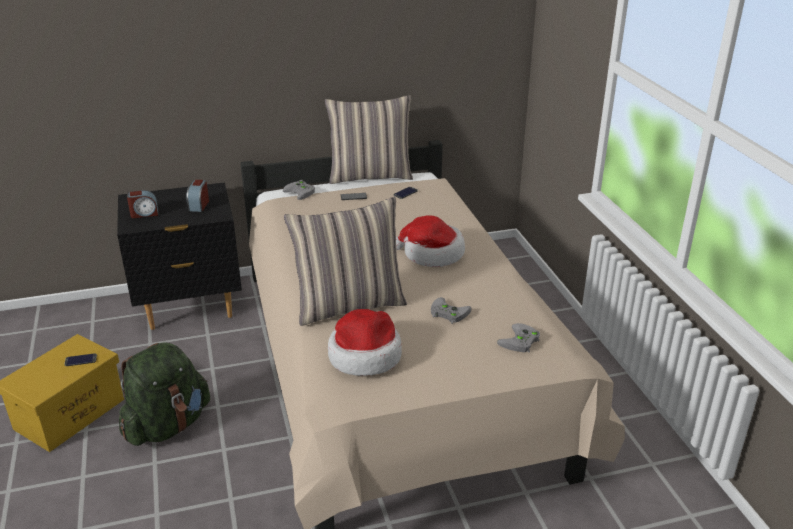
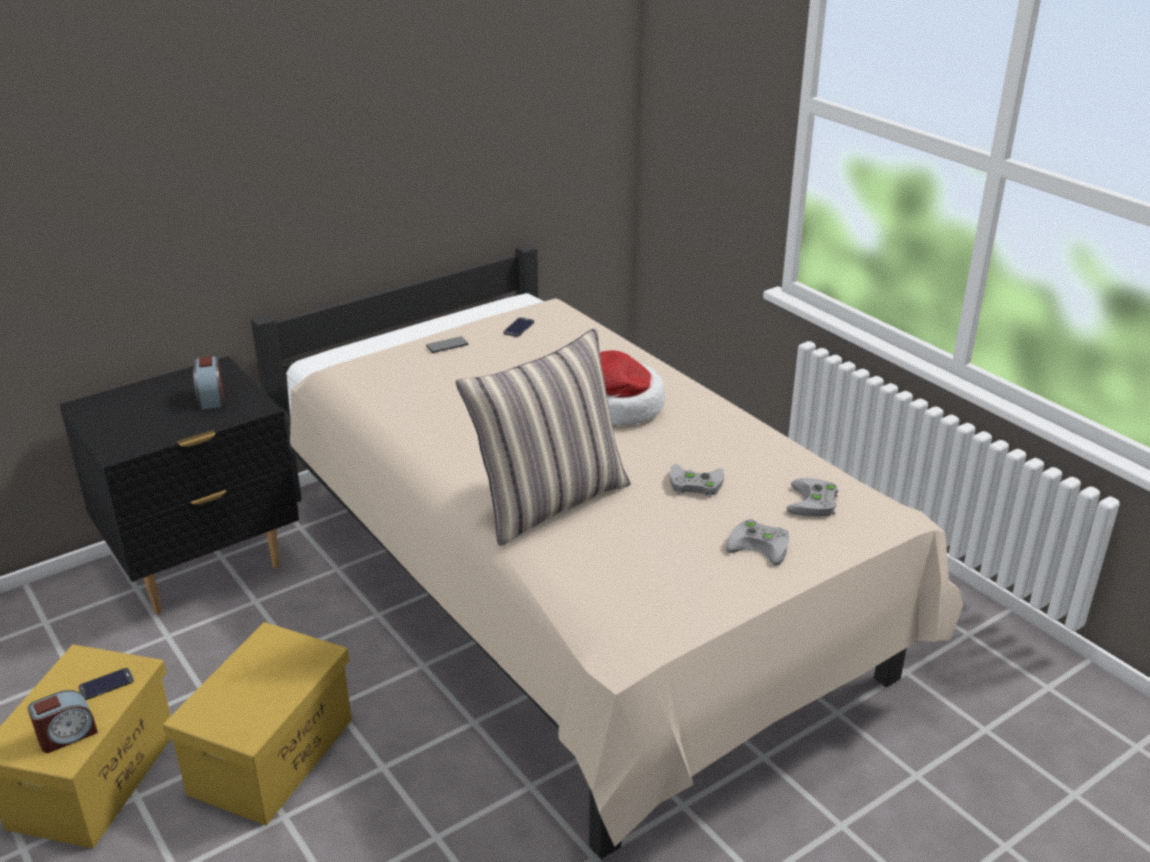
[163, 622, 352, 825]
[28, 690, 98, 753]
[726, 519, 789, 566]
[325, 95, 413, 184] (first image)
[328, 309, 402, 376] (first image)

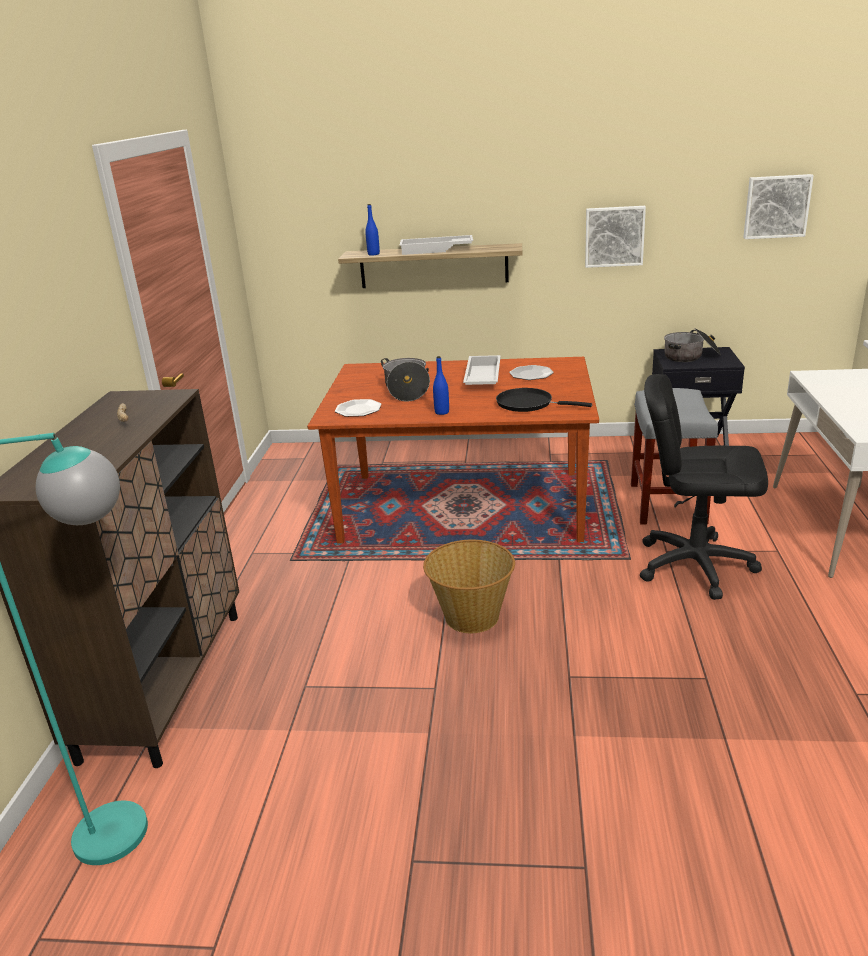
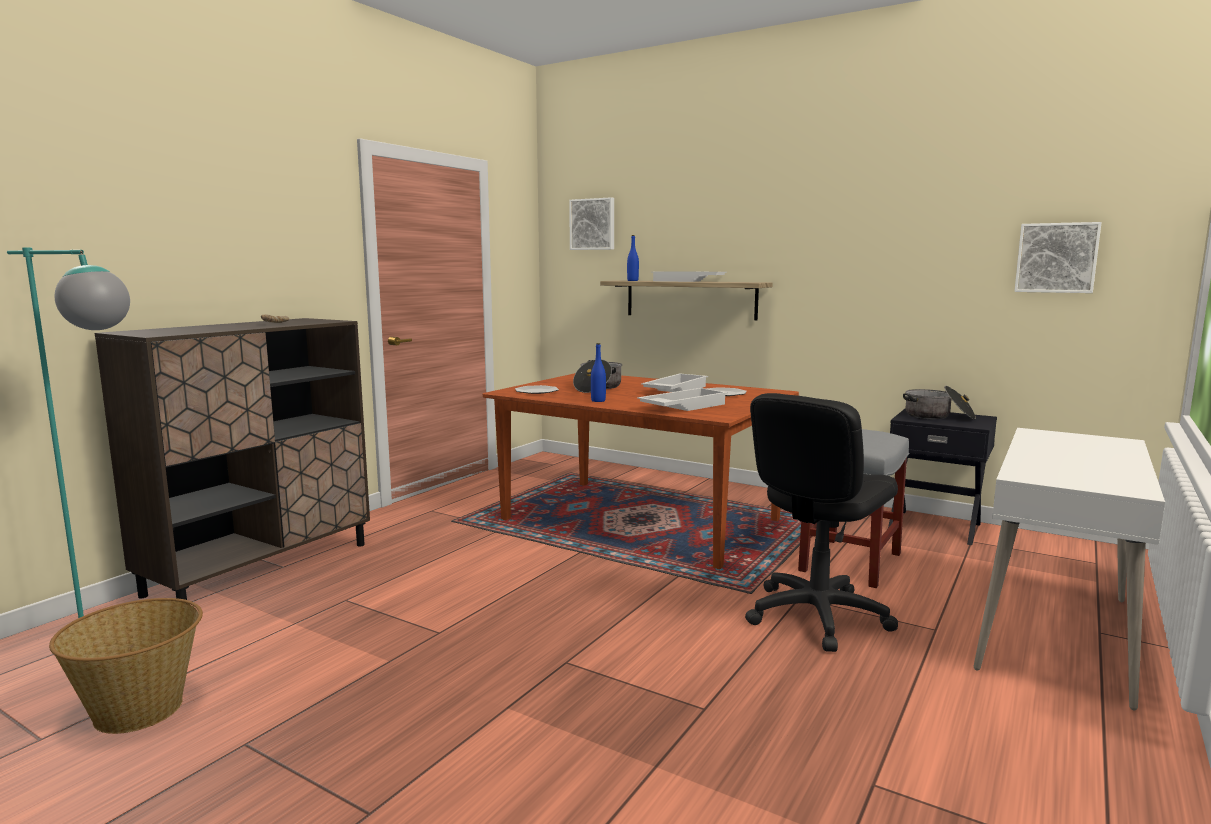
[49, 598, 203, 734]
[637, 388, 728, 411]
[569, 197, 614, 250]
[745, 393, 898, 652]

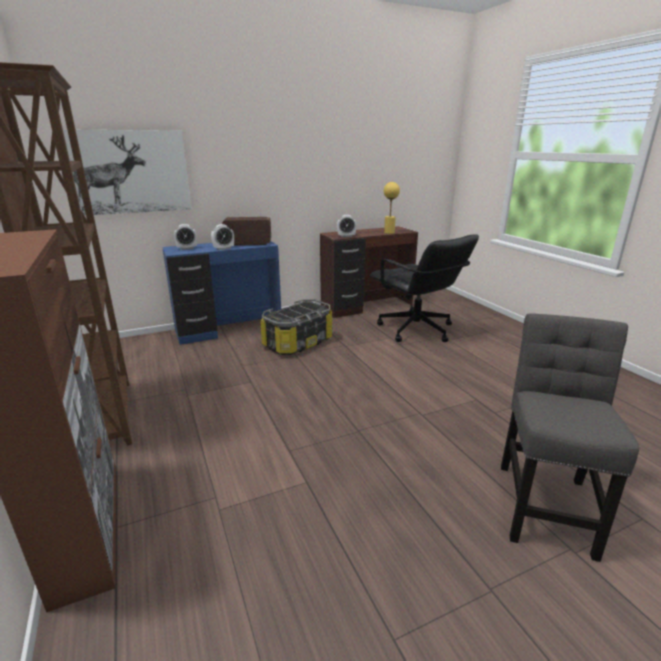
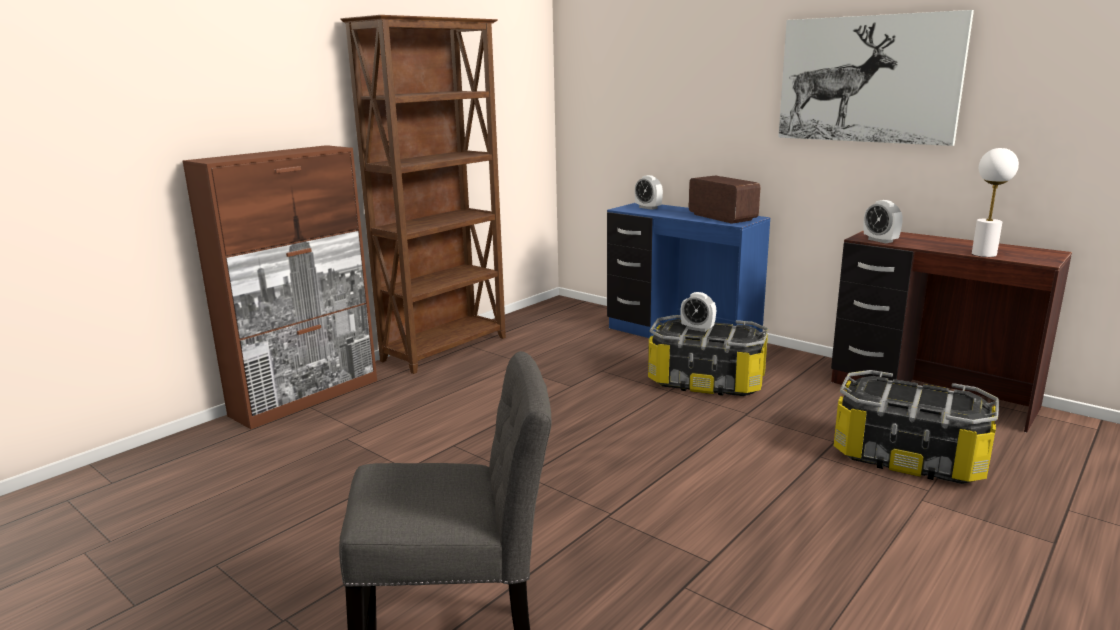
[778, 10, 974, 146]
[680, 292, 716, 332]
[833, 370, 999, 484]
[972, 148, 1019, 257]

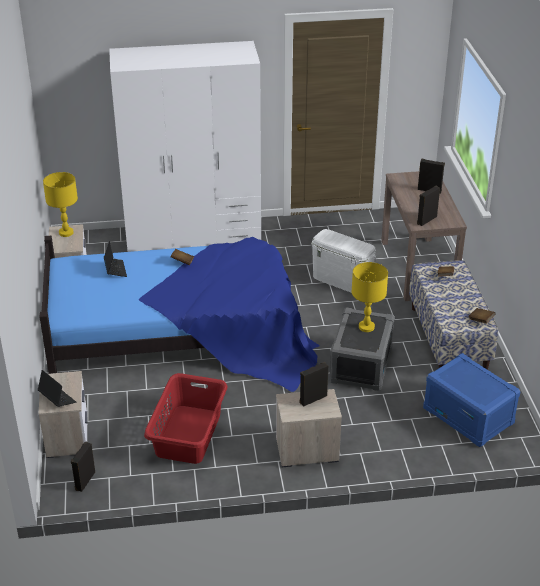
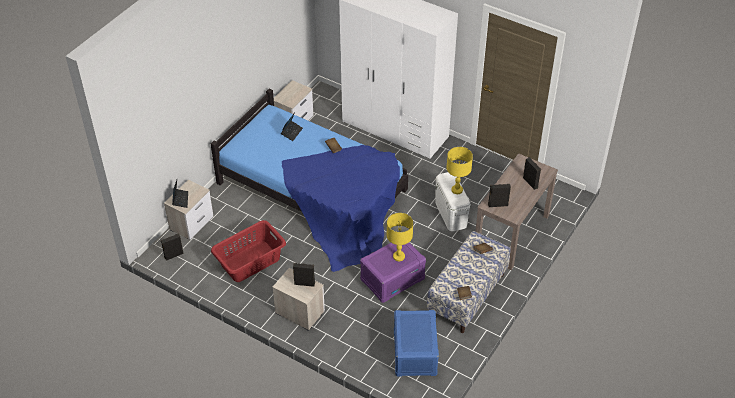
[446, 147, 473, 194]
[360, 242, 426, 303]

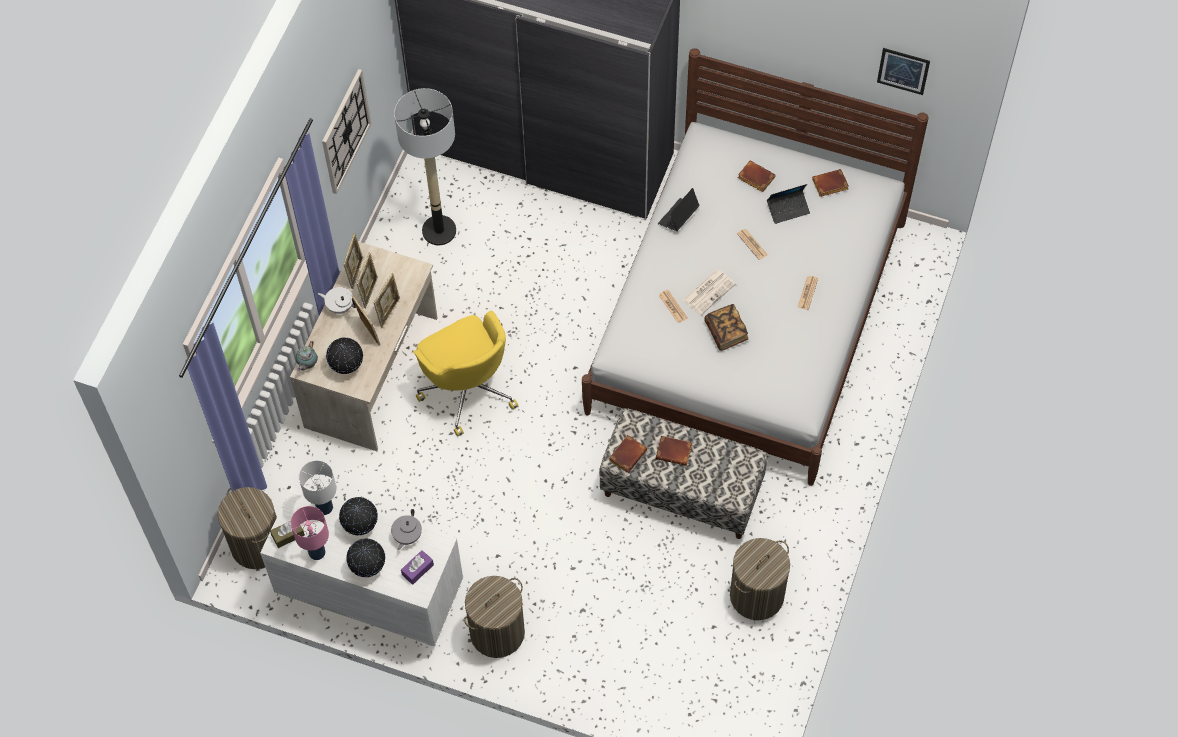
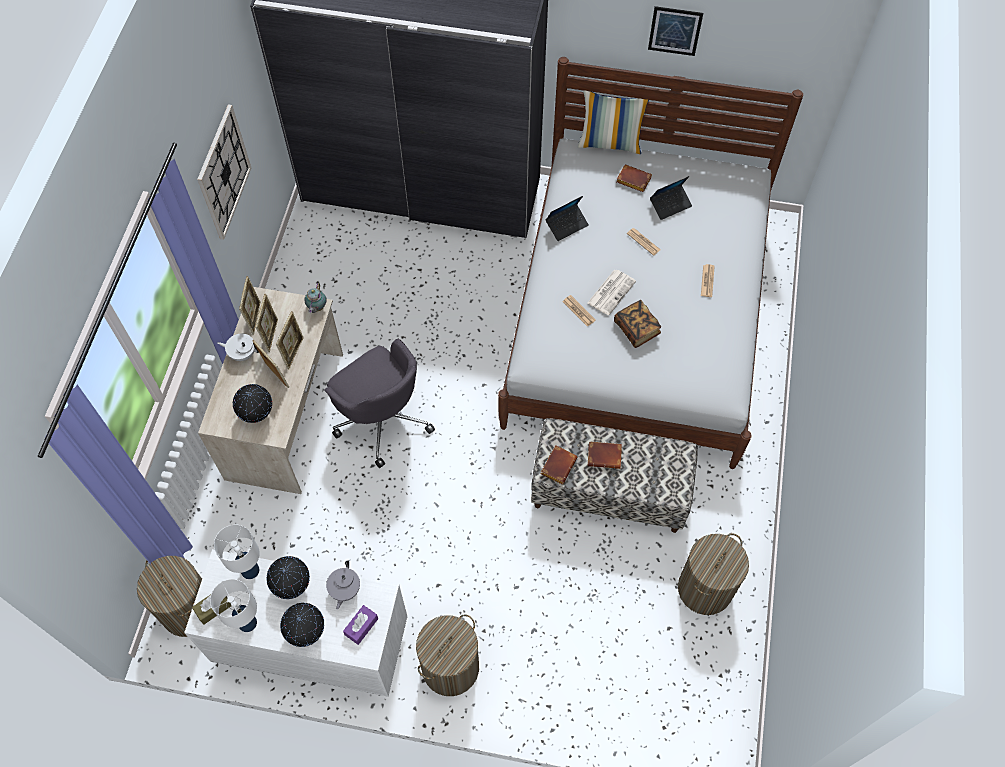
[210, 579, 257, 632]
[305, 283, 327, 313]
[394, 88, 456, 245] (first image)
[324, 339, 435, 468]
[545, 196, 589, 241]
[812, 169, 849, 197] (first image)
[648, 6, 703, 56]
[578, 90, 649, 154]

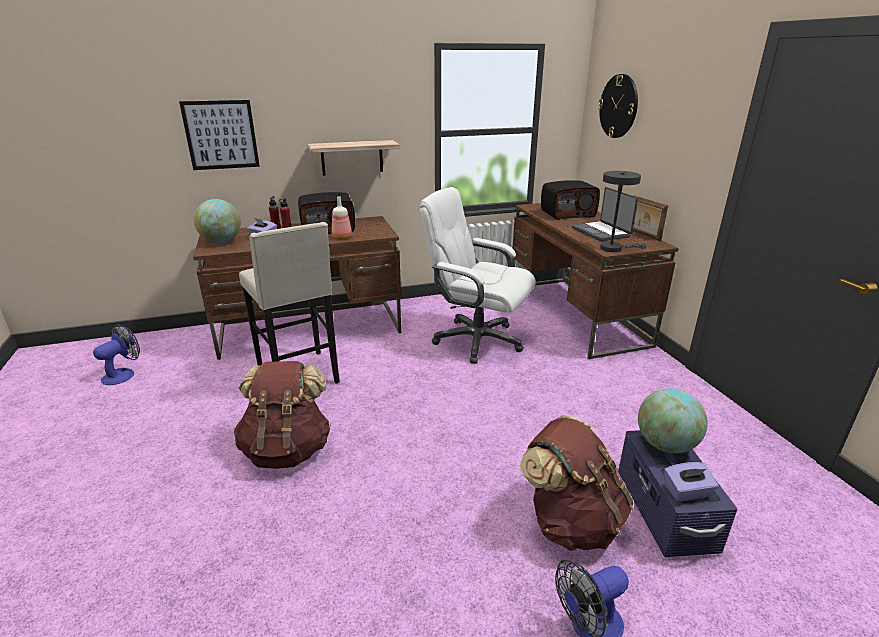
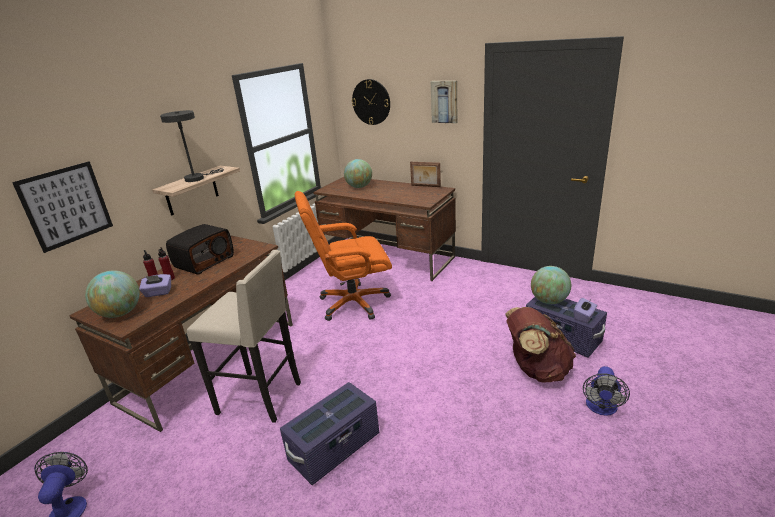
[280, 382, 379, 485]
[331, 196, 352, 240] (first image)
[295, 191, 392, 321]
[344, 159, 372, 188]
[572, 187, 638, 241] (first image)
[160, 110, 224, 182]
[431, 81, 457, 124]

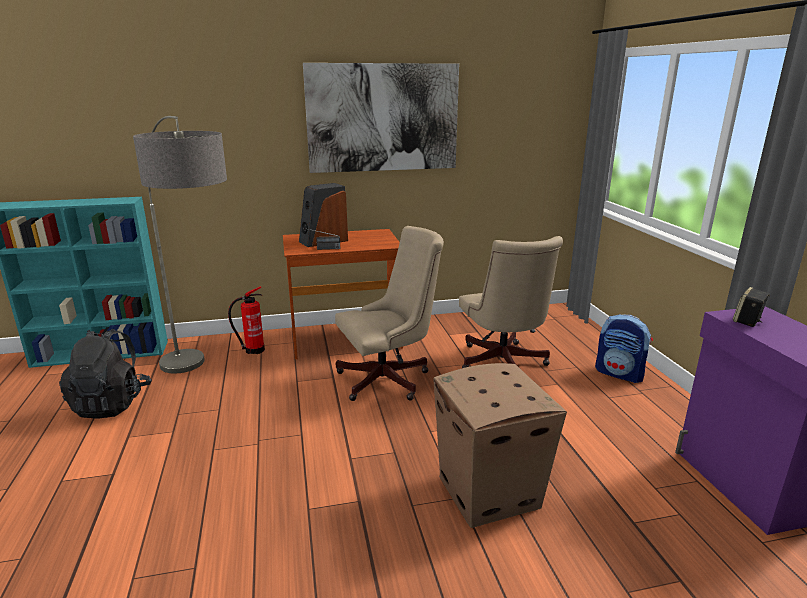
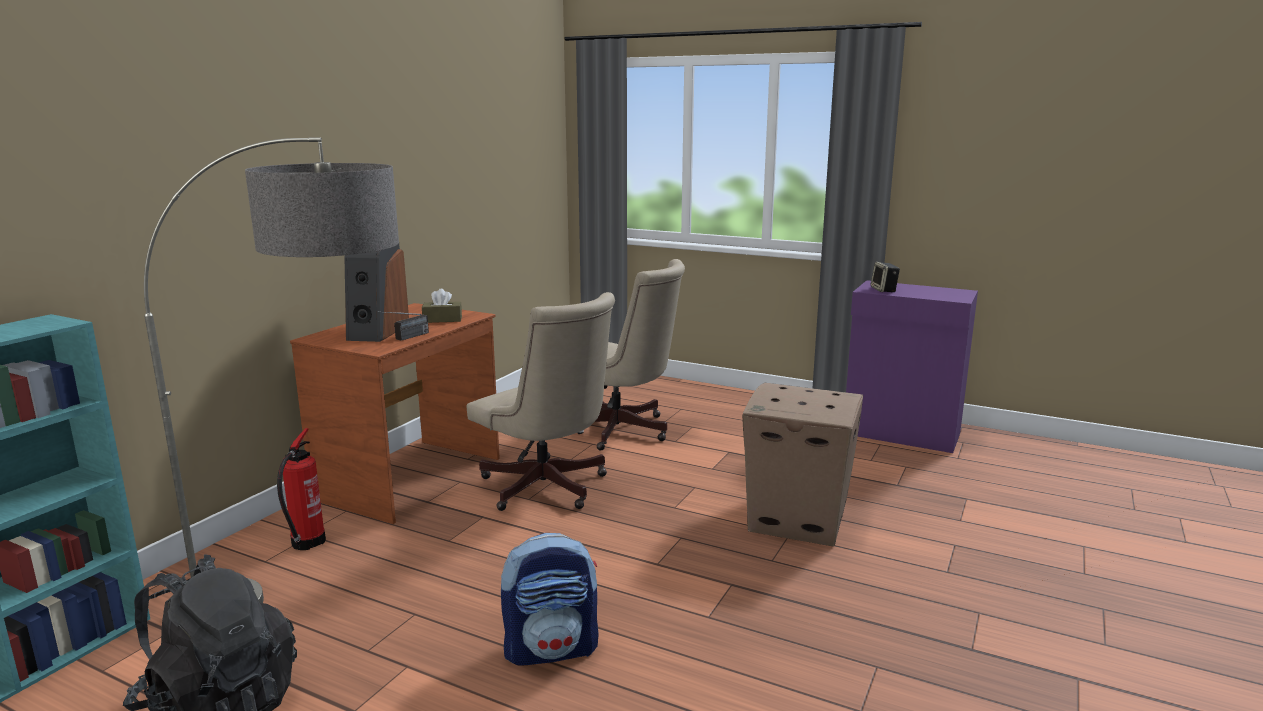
[303, 63, 459, 173] (first image)
[467, 292, 615, 511]
[501, 533, 599, 666]
[422, 289, 462, 323]

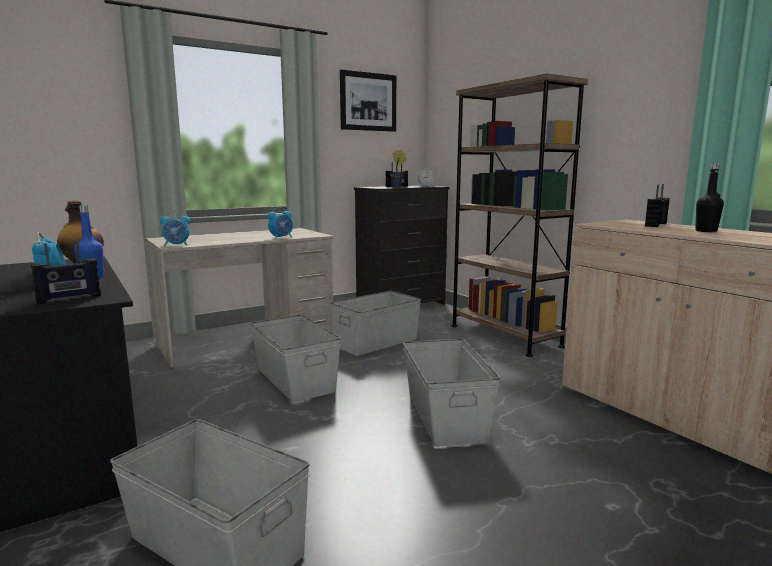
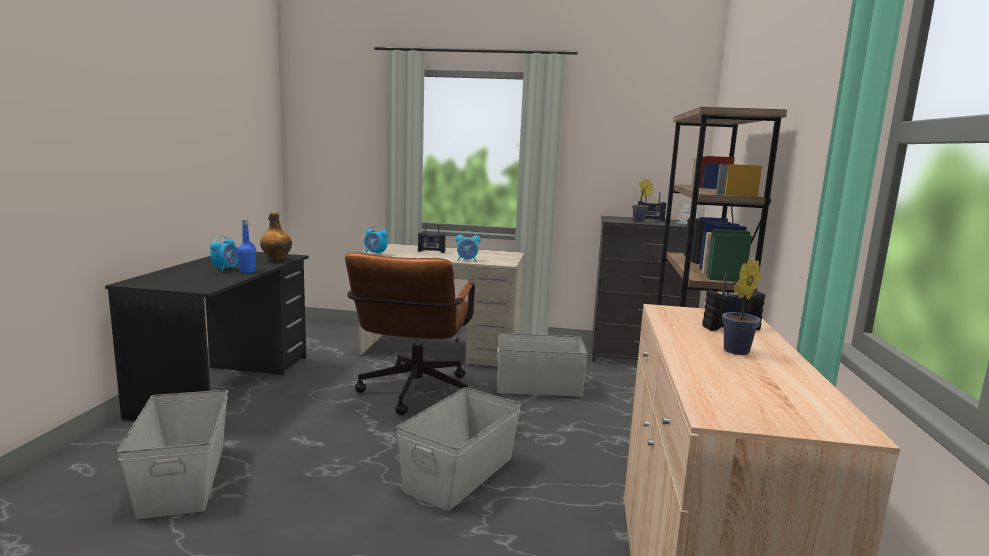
[418, 224, 446, 253]
[345, 253, 475, 415]
[340, 69, 396, 132] (first image)
[722, 259, 762, 355]

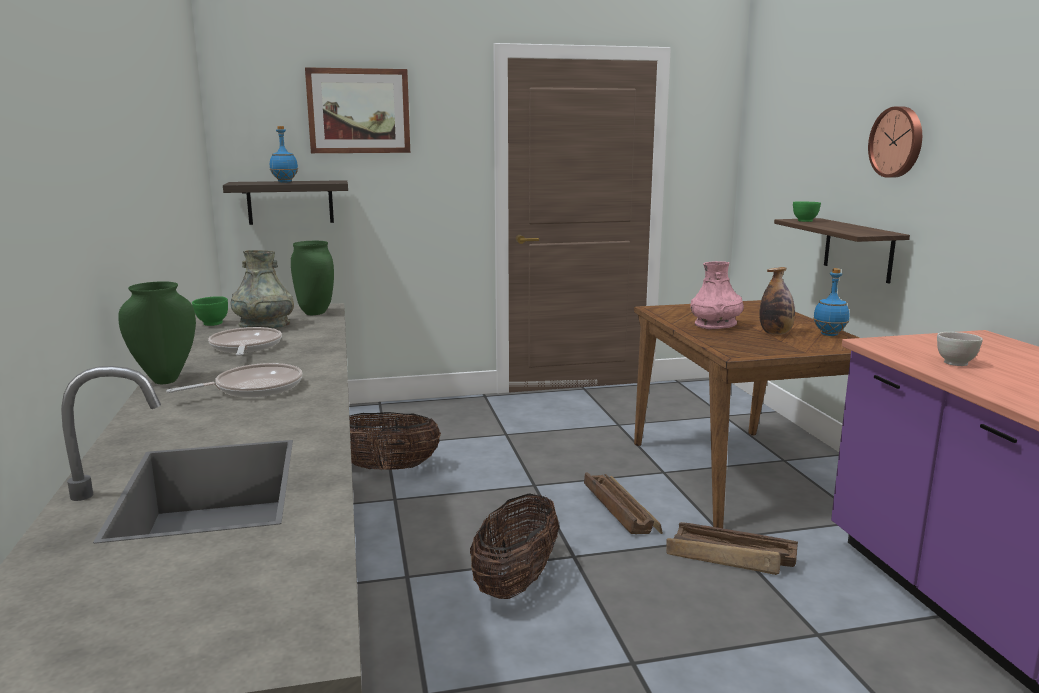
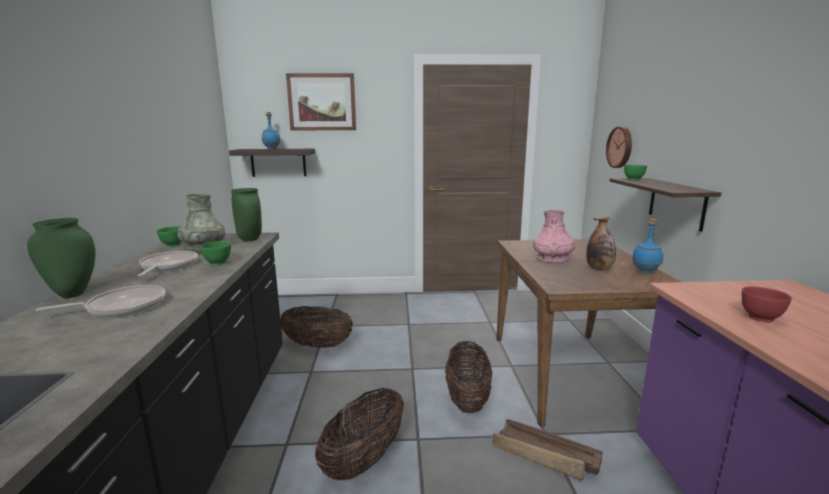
[445, 341, 492, 413]
[606, 127, 632, 168]
[742, 286, 792, 322]
[201, 241, 231, 265]

